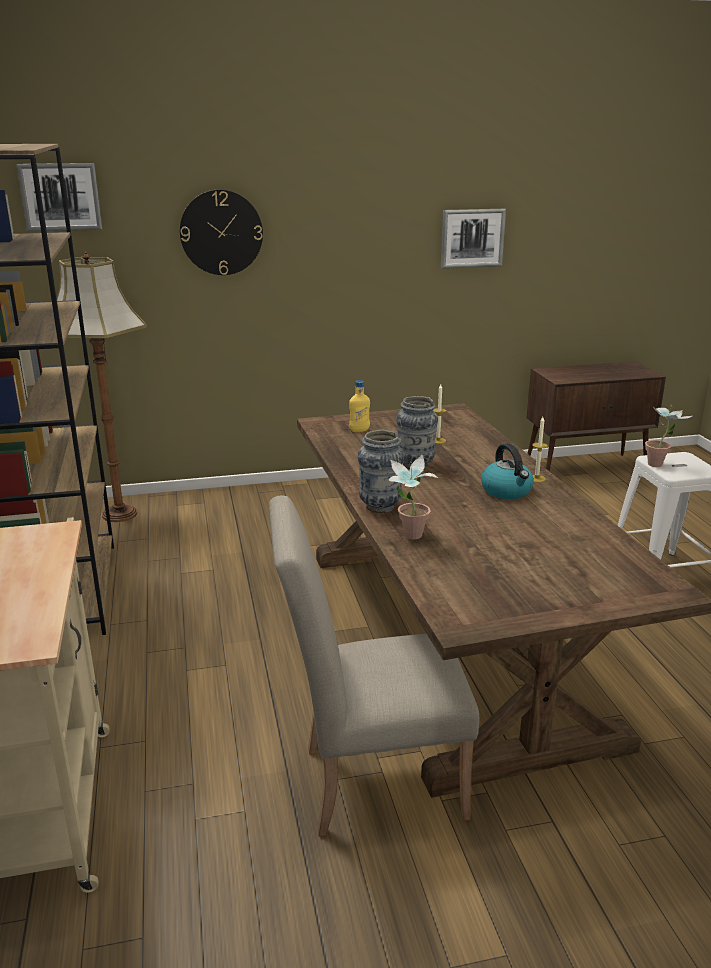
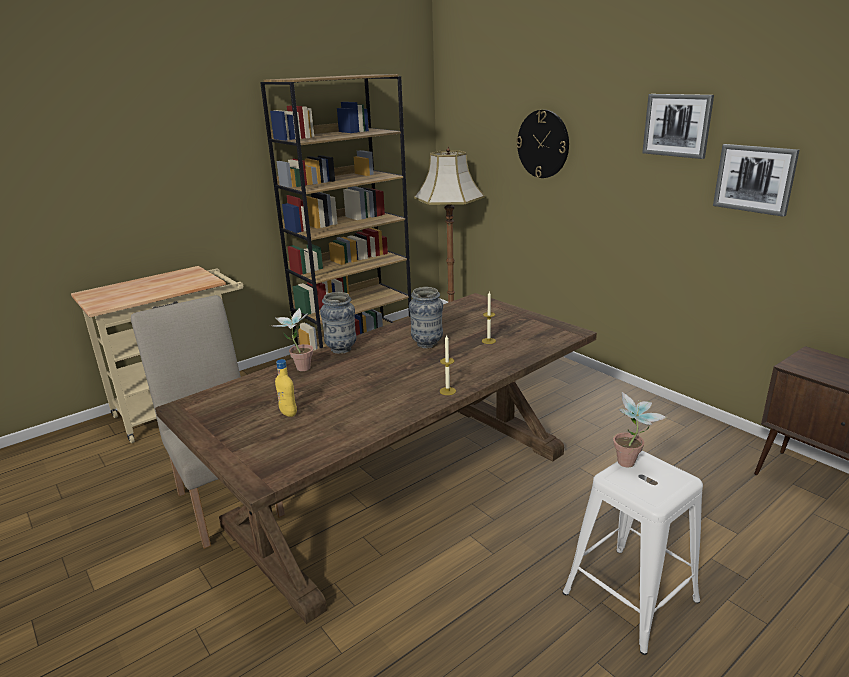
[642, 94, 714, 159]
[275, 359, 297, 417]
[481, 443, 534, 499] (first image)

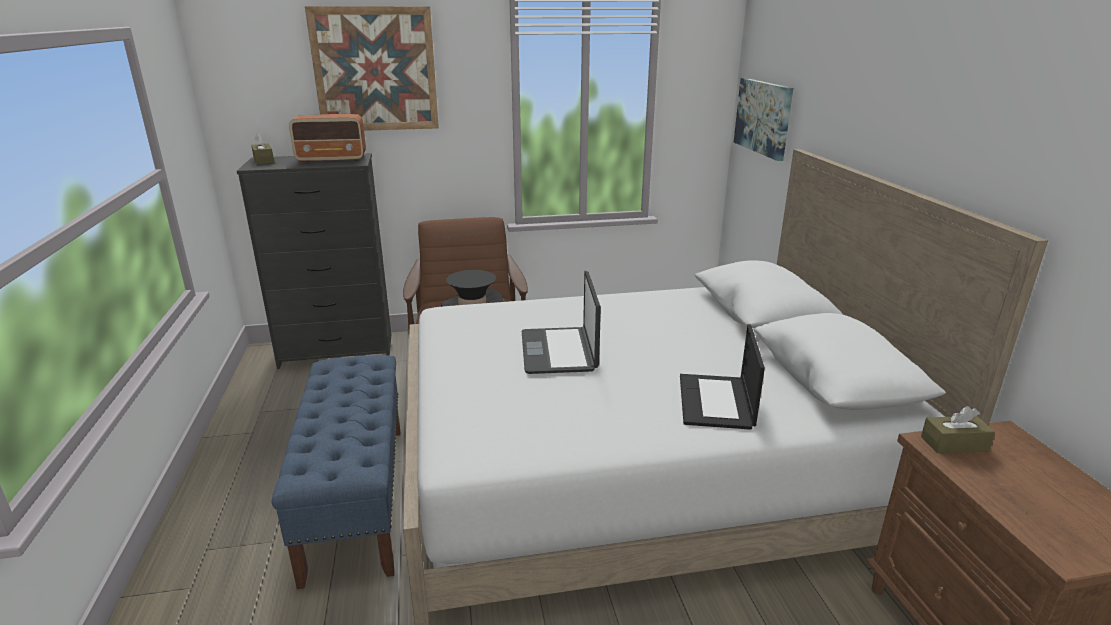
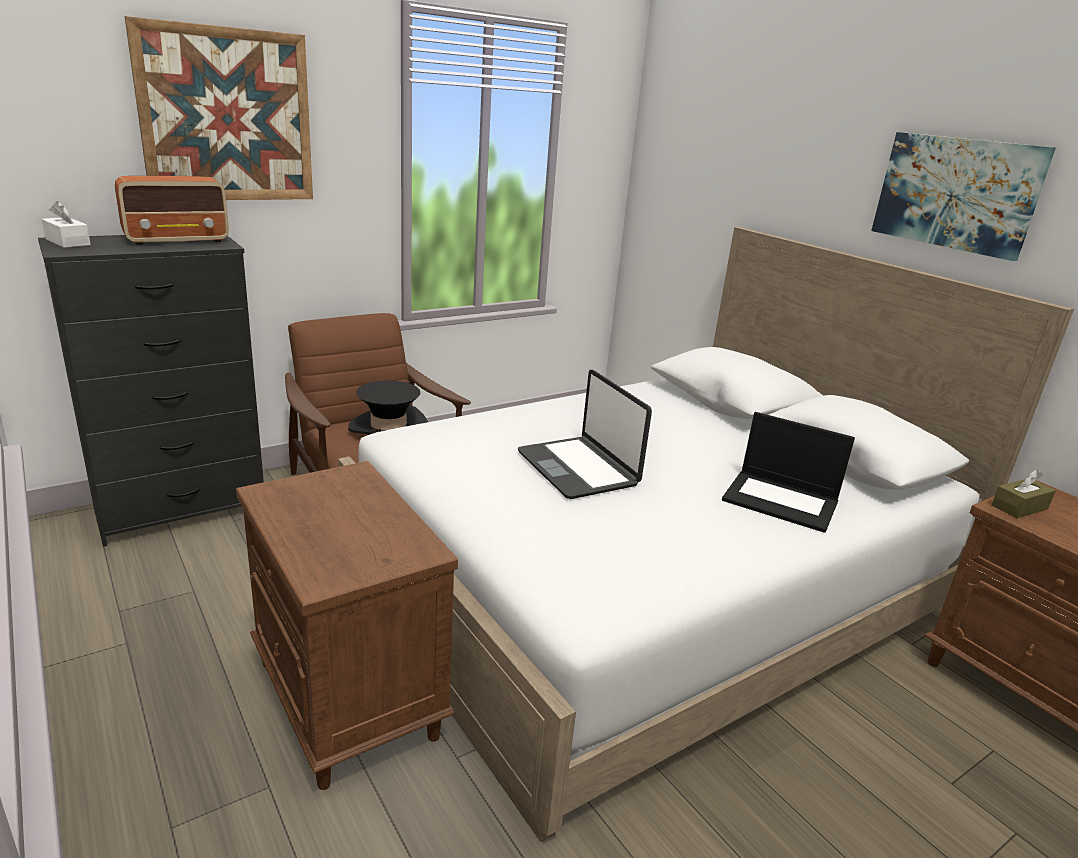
[42, 201, 91, 248]
[236, 461, 458, 790]
[722, 412, 855, 533]
[871, 132, 1056, 261]

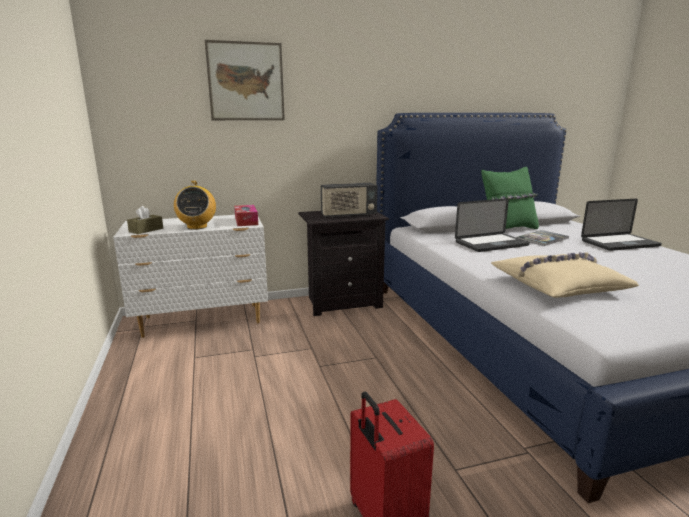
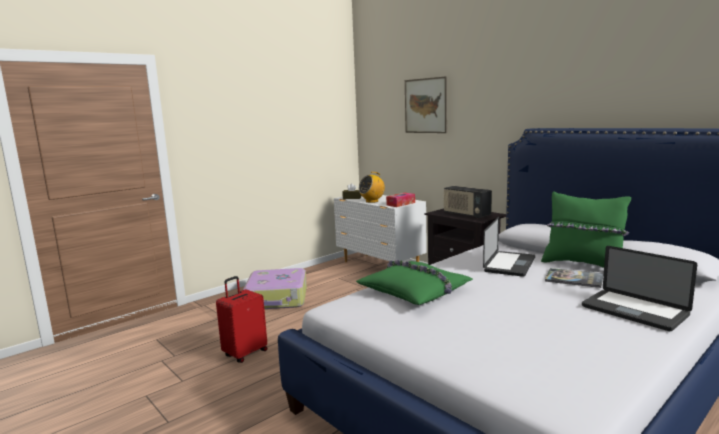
[483, 217, 535, 277]
[356, 260, 473, 305]
[243, 268, 307, 309]

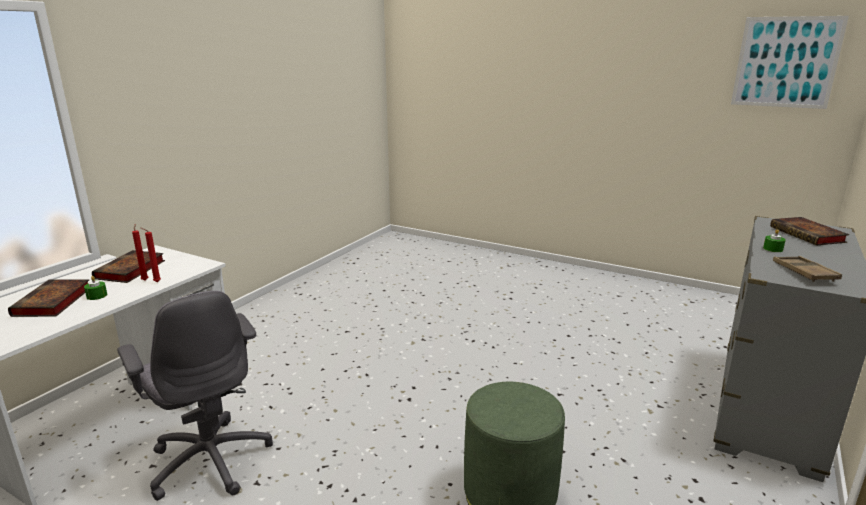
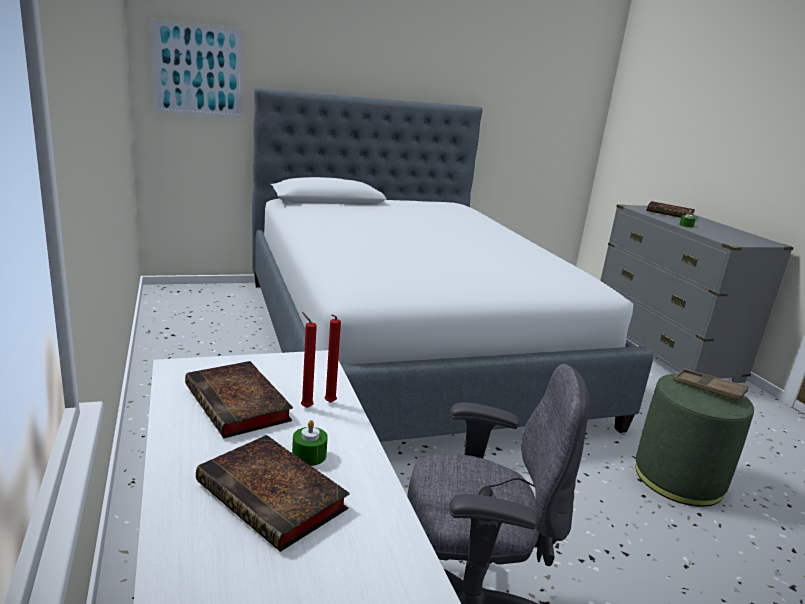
[151, 19, 243, 118]
[673, 369, 749, 401]
[252, 88, 653, 442]

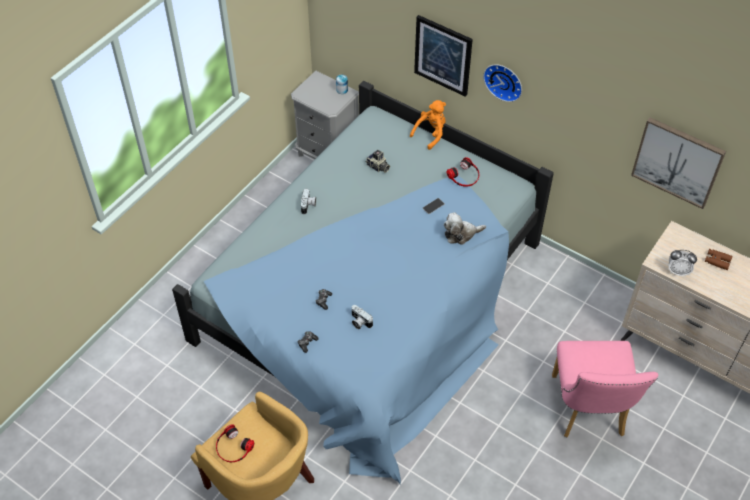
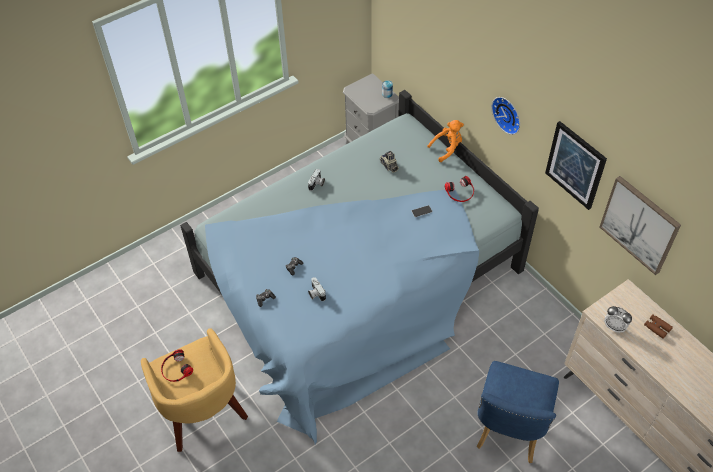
[545, 121, 607, 210]
[444, 212, 486, 245] (first image)
[477, 361, 559, 463]

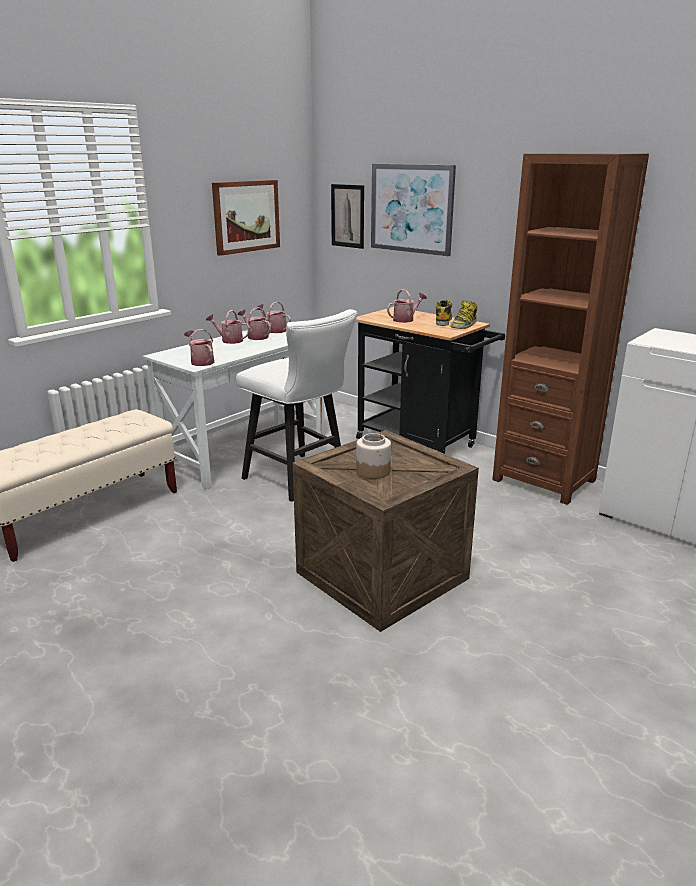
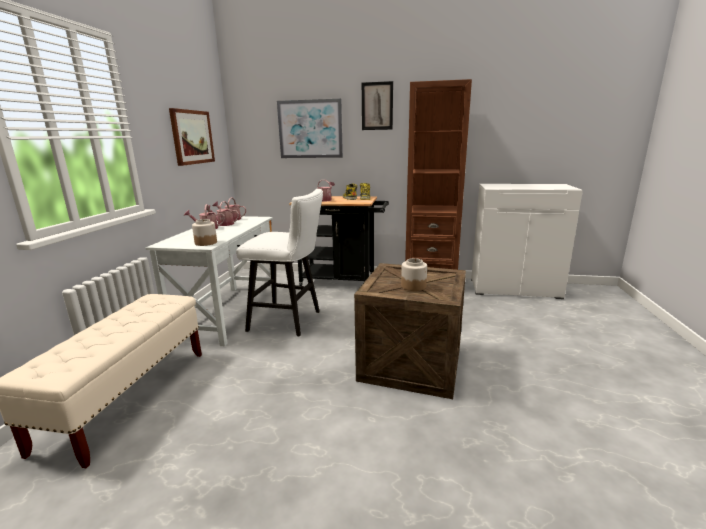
[192, 219, 217, 246]
[362, 81, 393, 130]

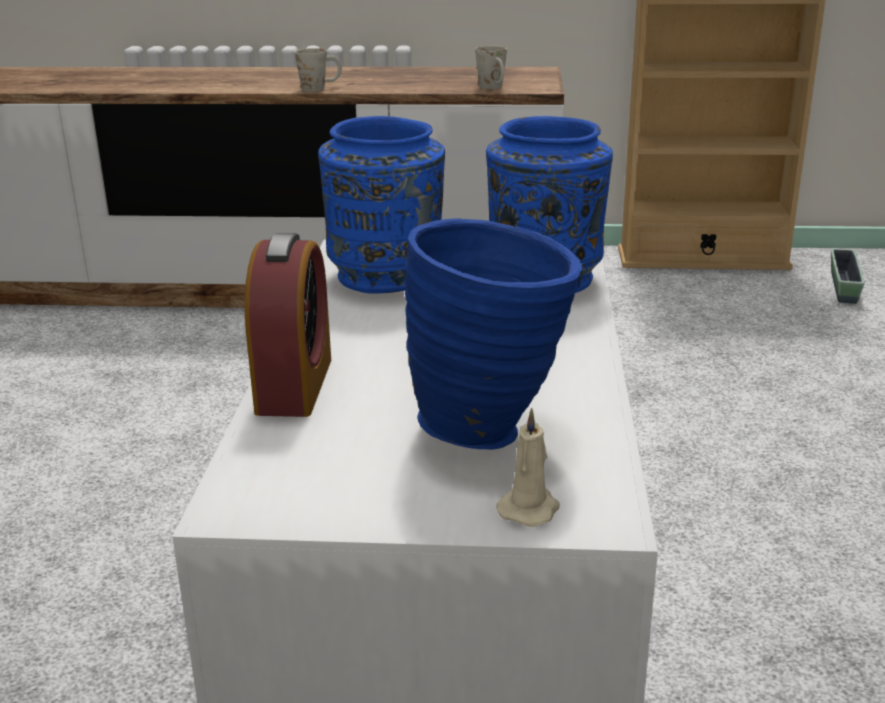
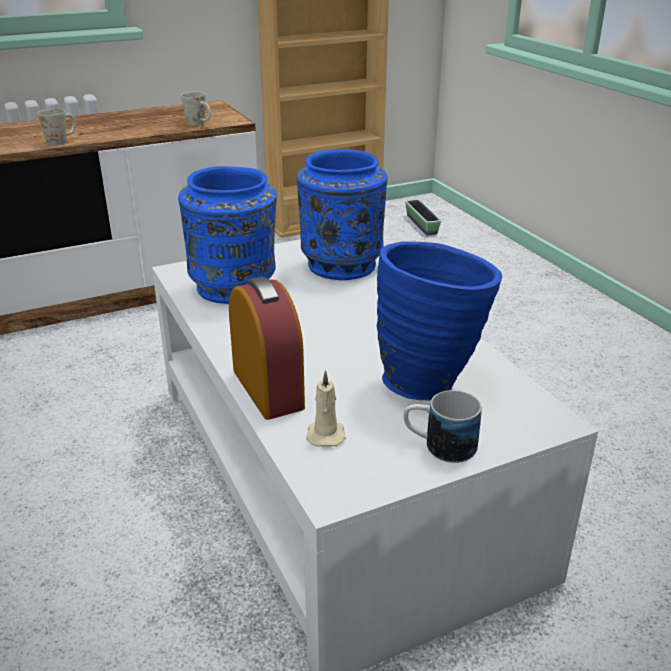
[306, 370, 346, 447]
[404, 390, 482, 463]

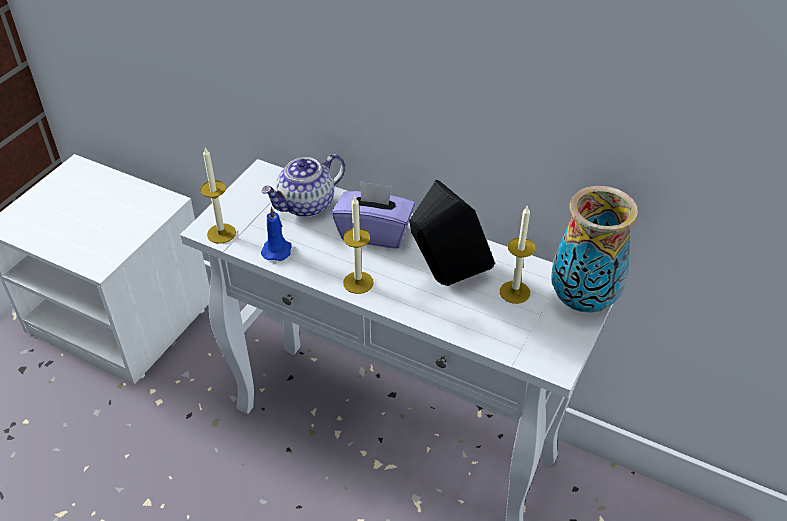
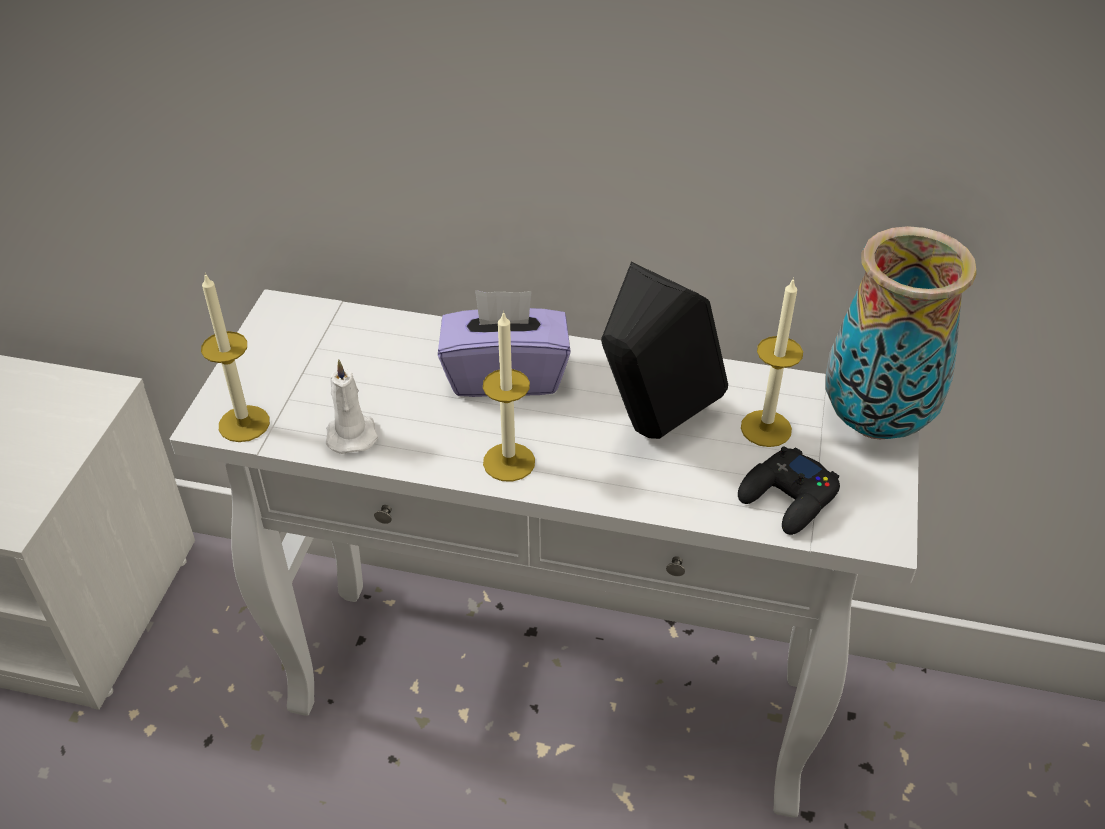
[261, 154, 345, 217] (first image)
[325, 360, 378, 454]
[738, 447, 840, 535]

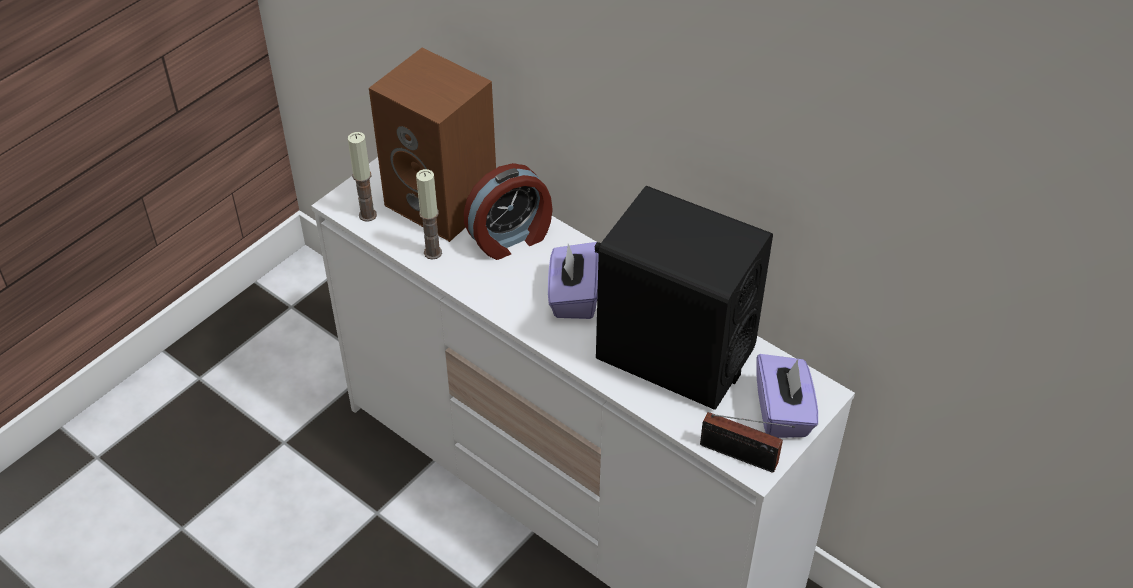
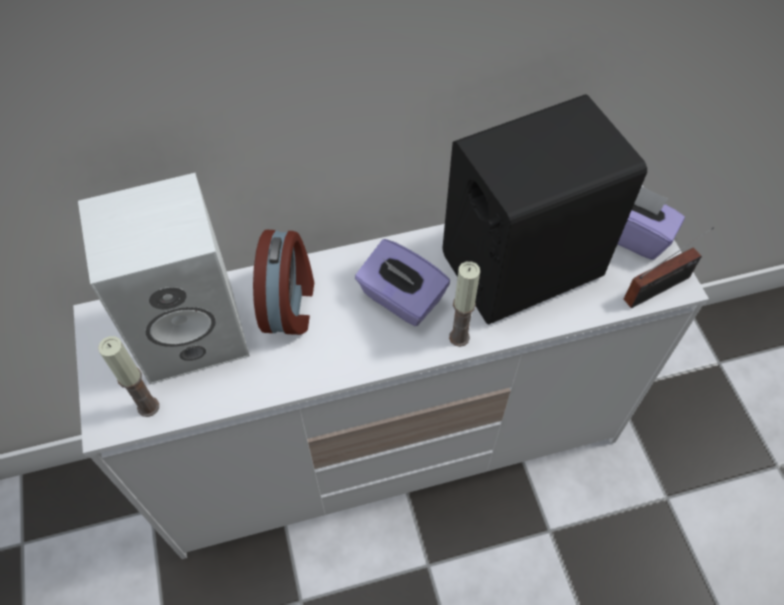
[78, 173, 250, 384]
[449, 261, 480, 347]

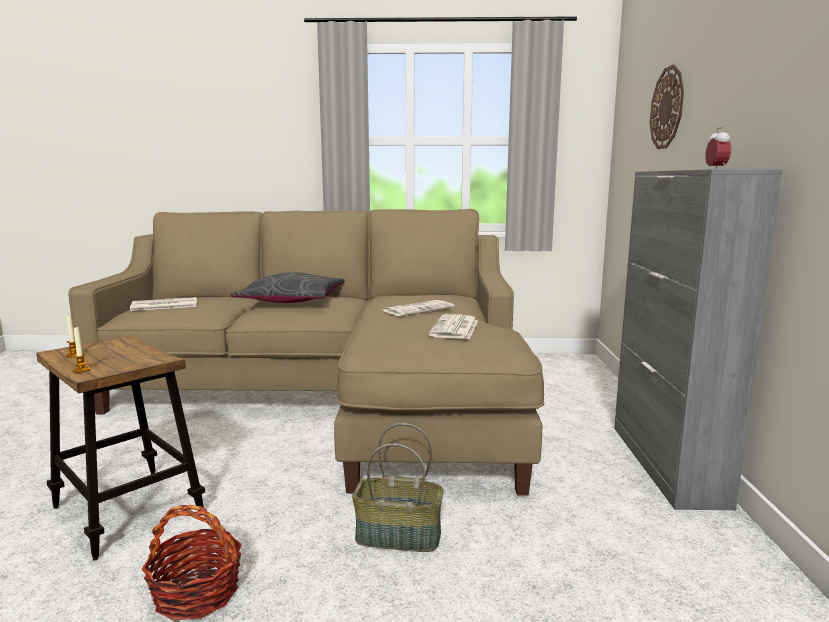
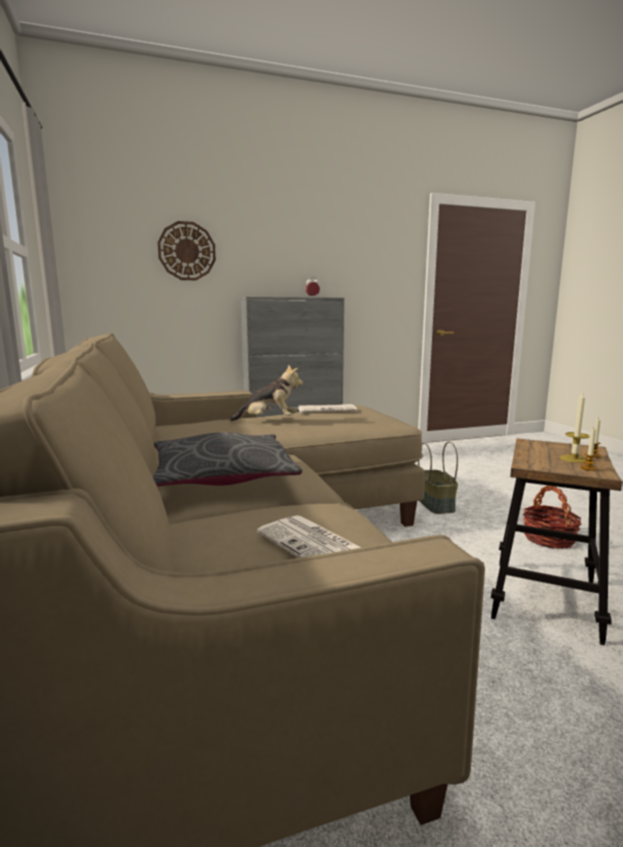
[230, 365, 303, 421]
[560, 392, 590, 463]

